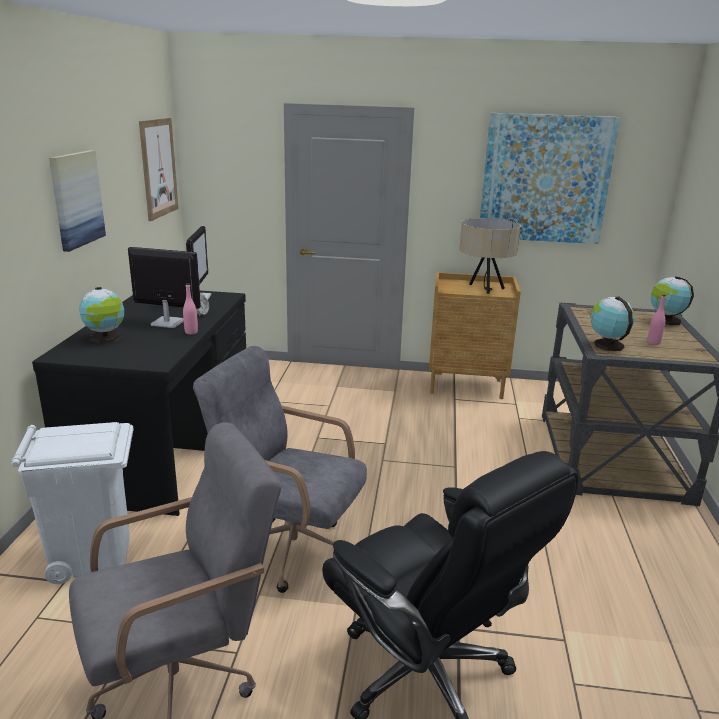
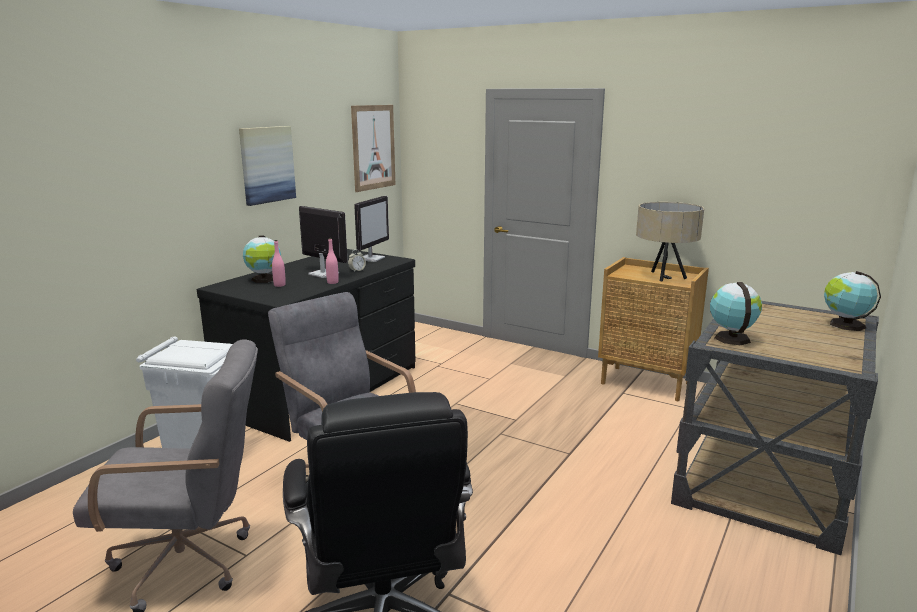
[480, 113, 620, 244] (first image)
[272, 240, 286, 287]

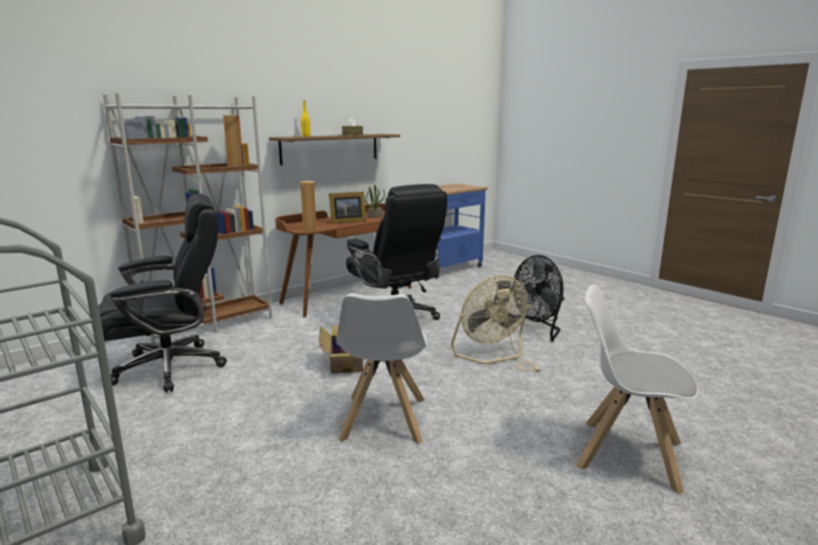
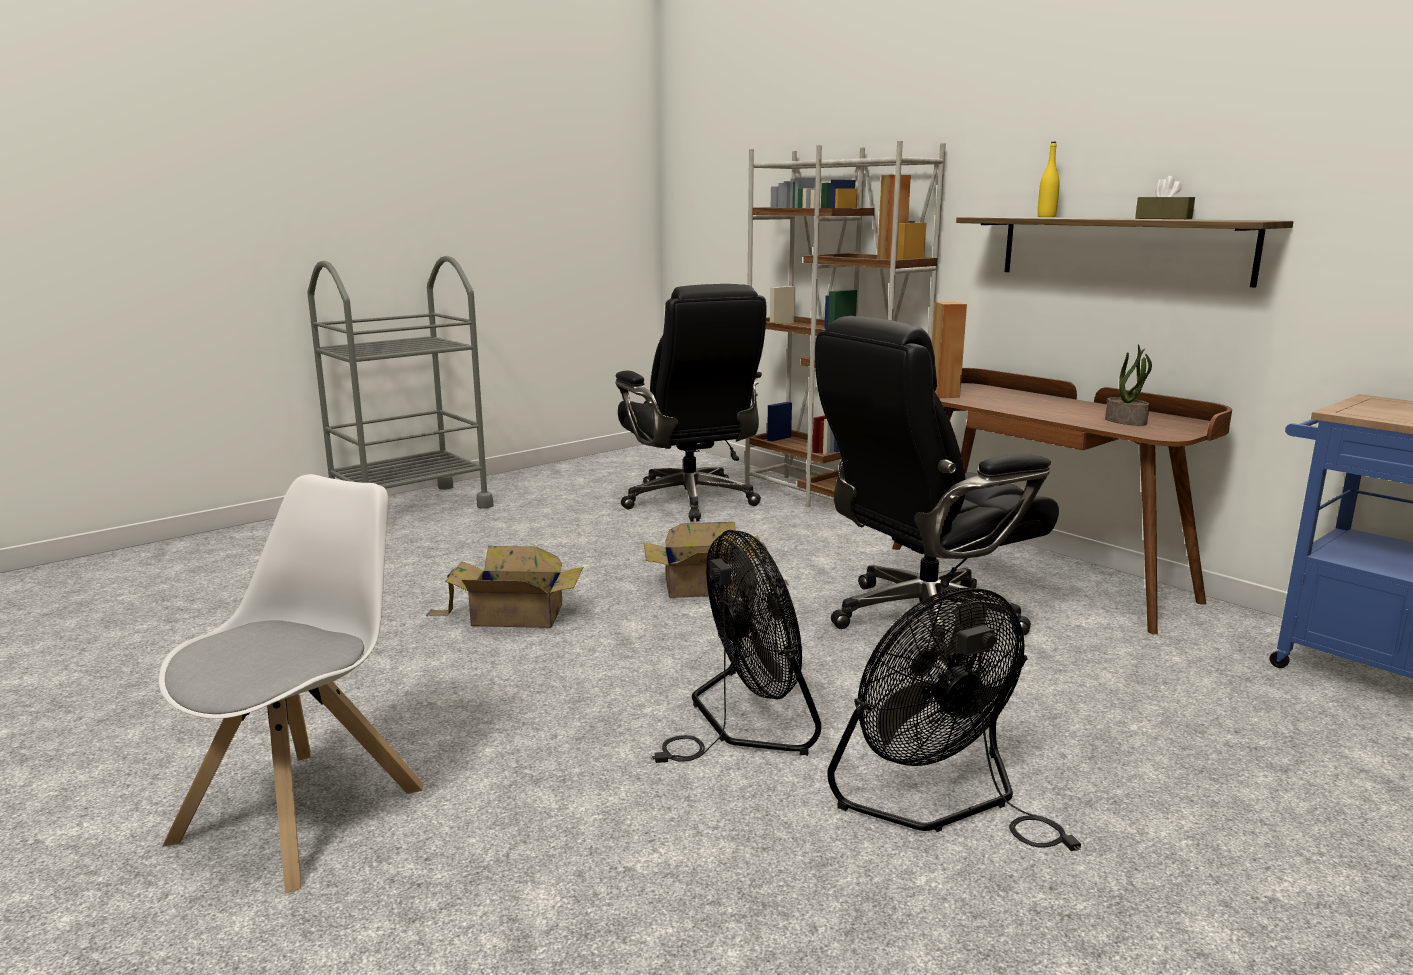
[329, 192, 366, 224] (first image)
[426, 546, 584, 628]
[651, 530, 821, 763]

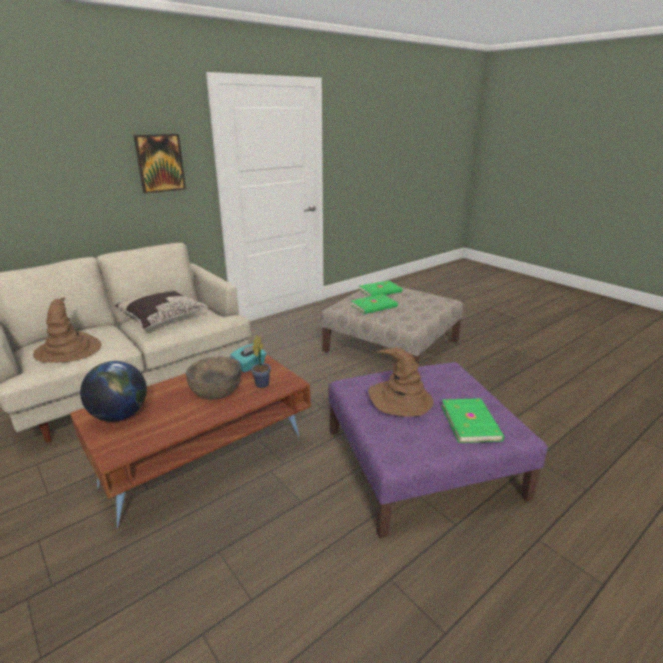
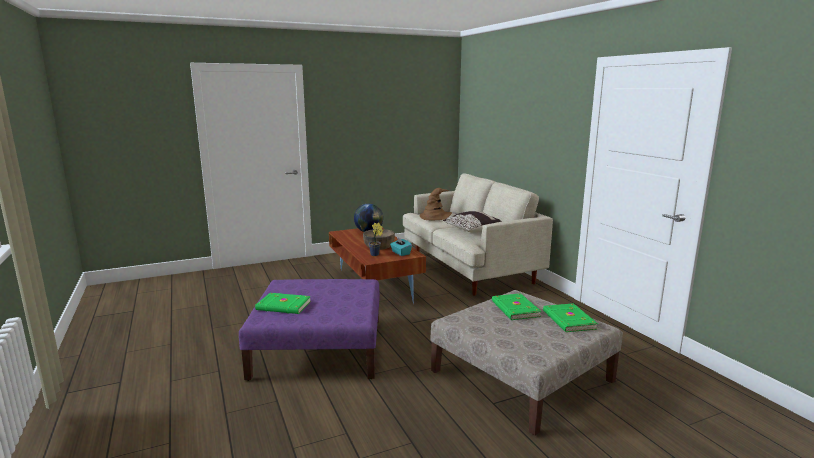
[134, 134, 186, 194] (first image)
[368, 347, 434, 417] (first image)

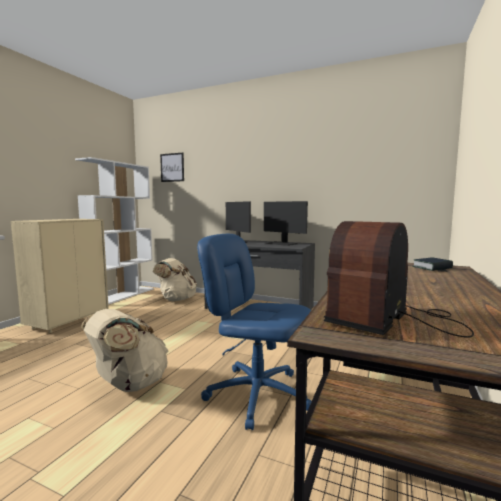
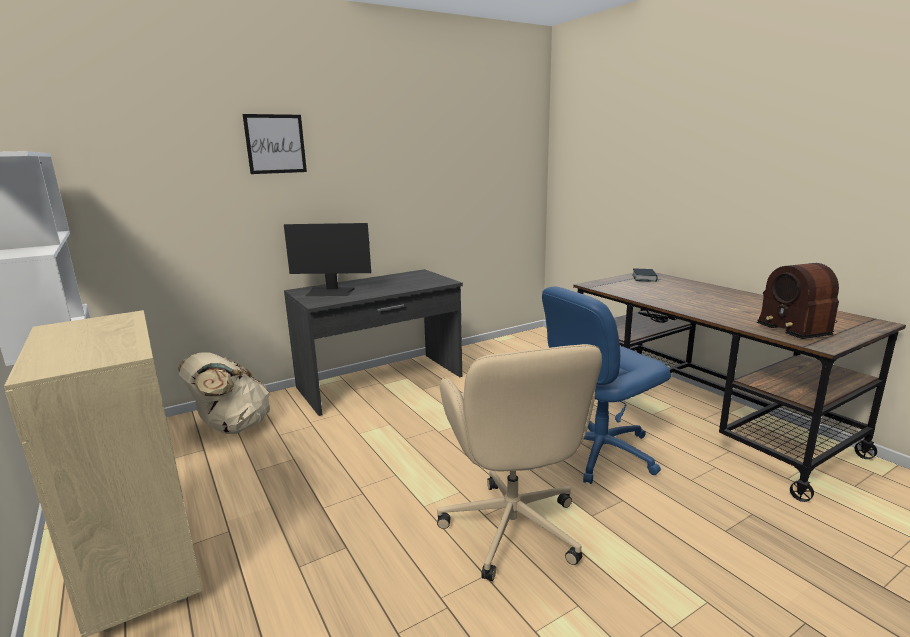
[437, 344, 602, 581]
[243, 114, 307, 174]
[264, 201, 308, 246] (first image)

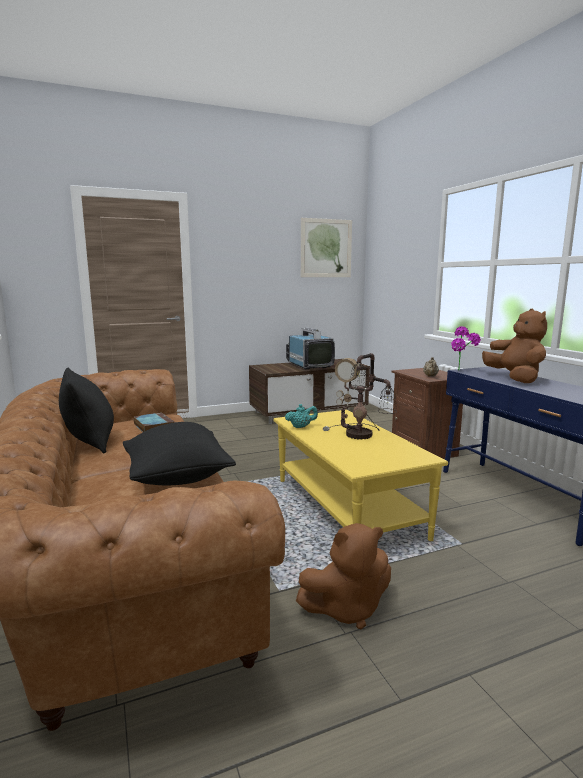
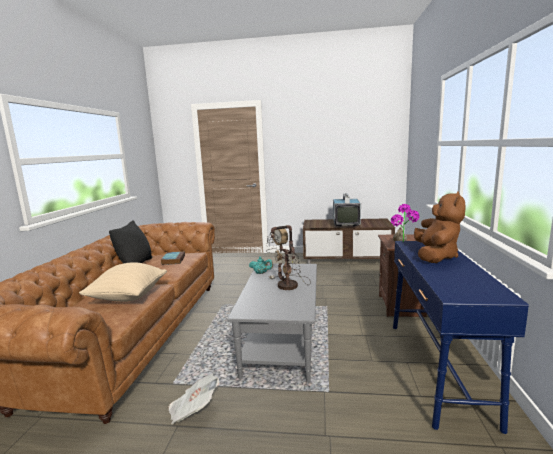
[79, 262, 167, 302]
[227, 264, 317, 382]
[169, 374, 219, 424]
[301, 218, 352, 277] (first image)

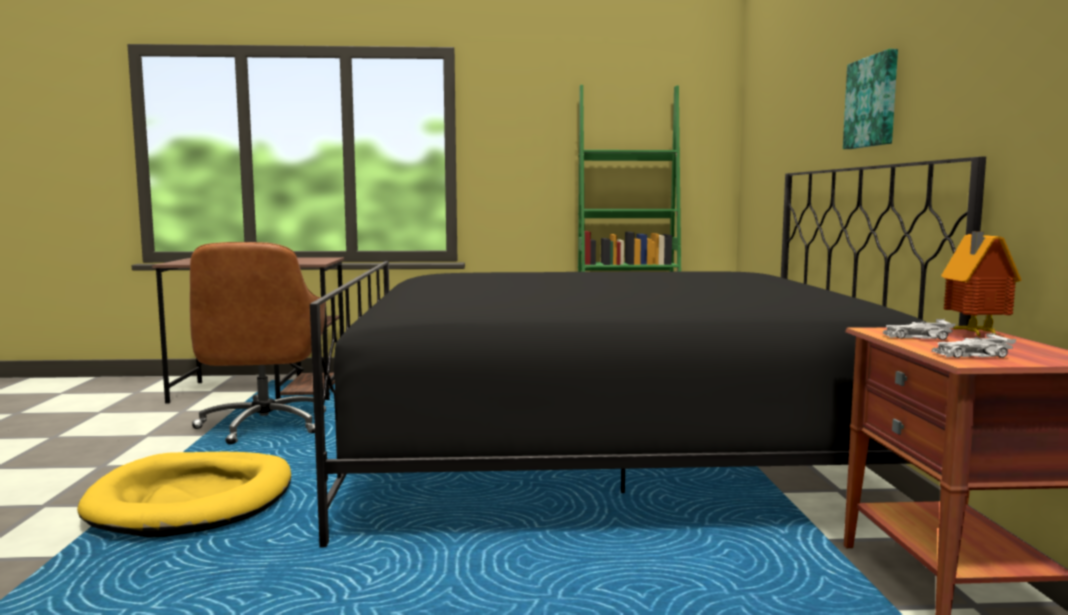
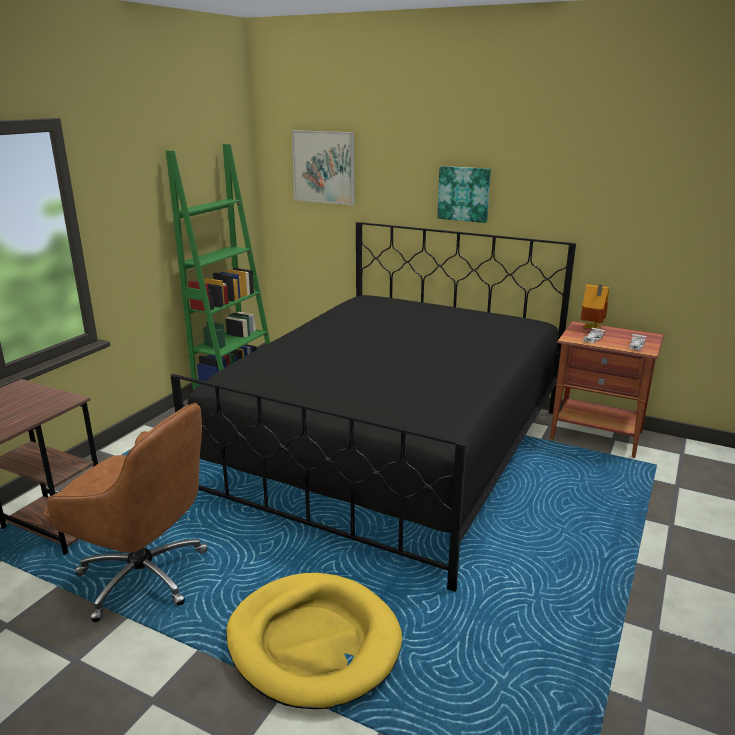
[292, 130, 355, 205]

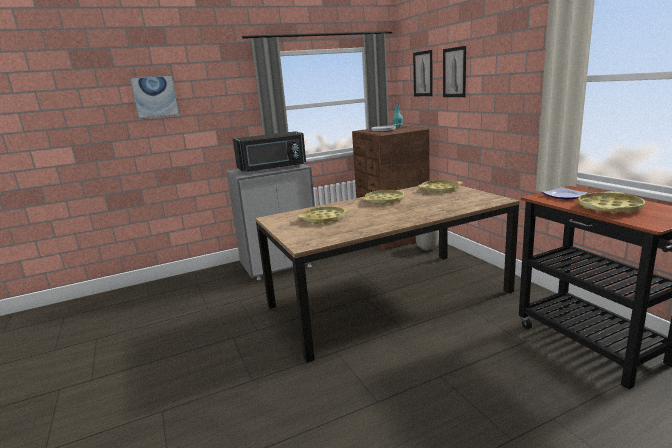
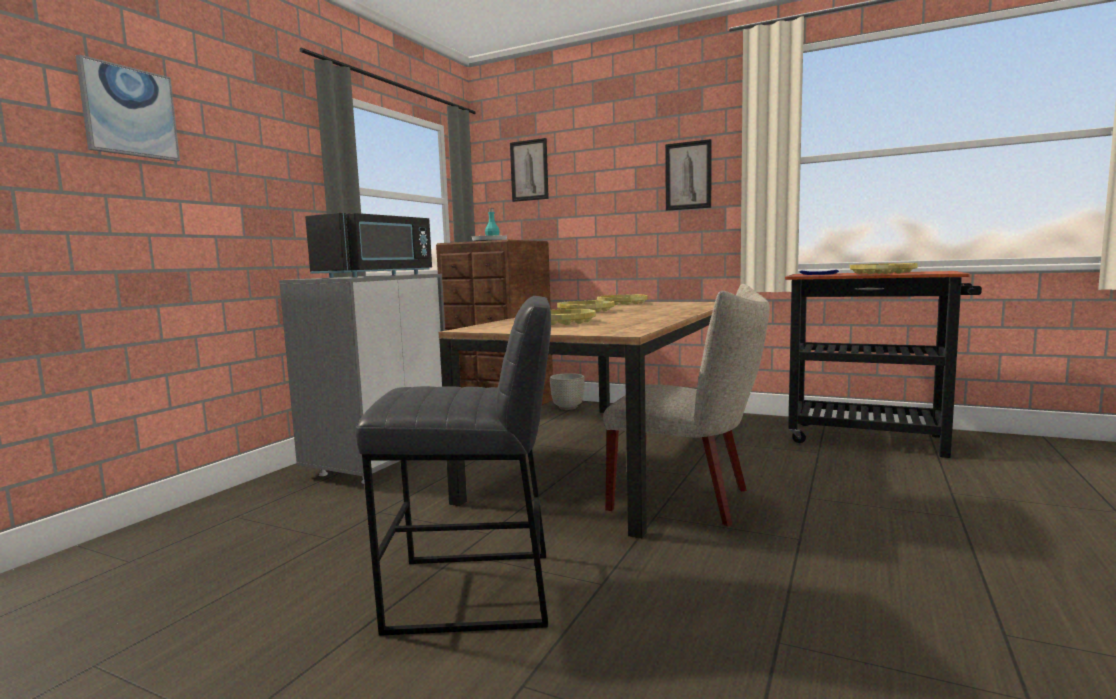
[665, 139, 712, 211]
[356, 296, 551, 636]
[603, 284, 770, 526]

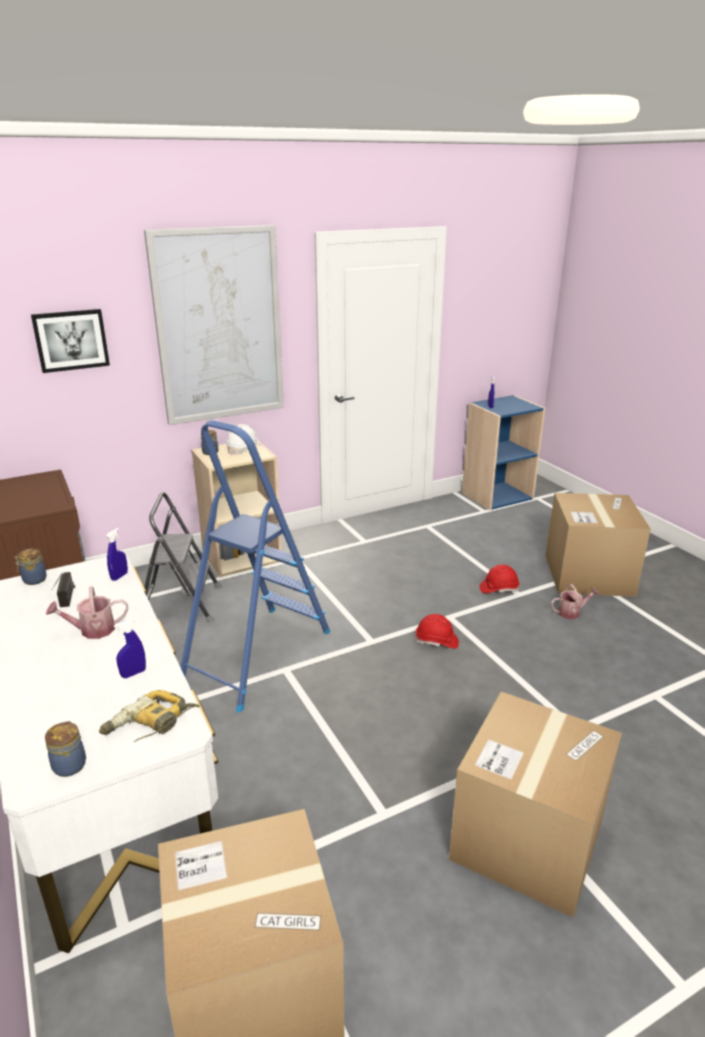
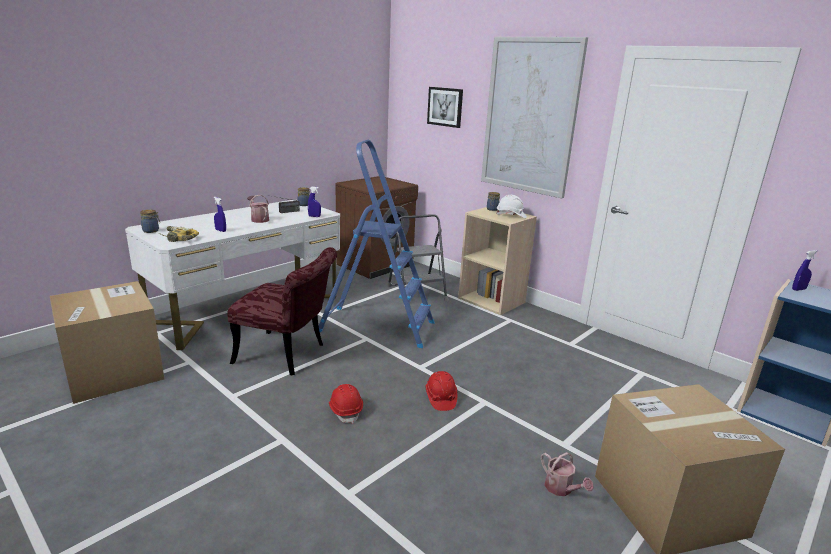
[449, 692, 622, 917] (first image)
[329, 384, 363, 424]
[227, 247, 337, 376]

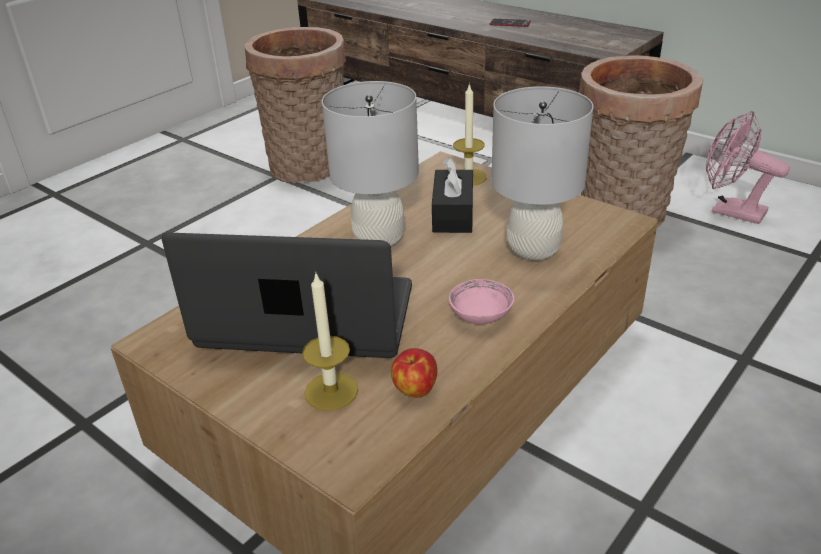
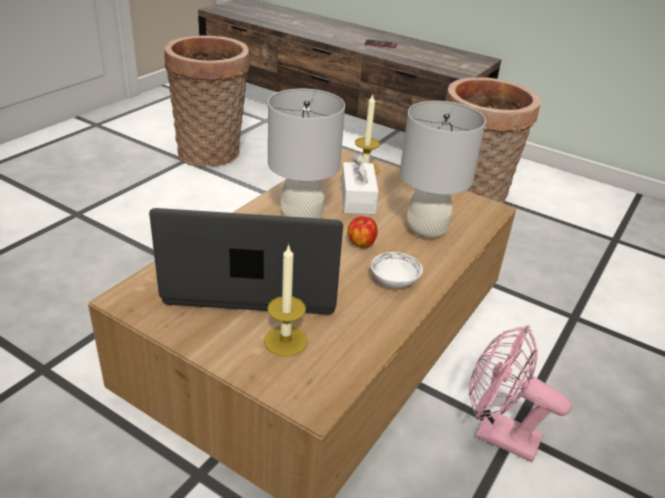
[348, 216, 378, 248]
[341, 153, 378, 214]
[371, 252, 423, 288]
[469, 325, 572, 462]

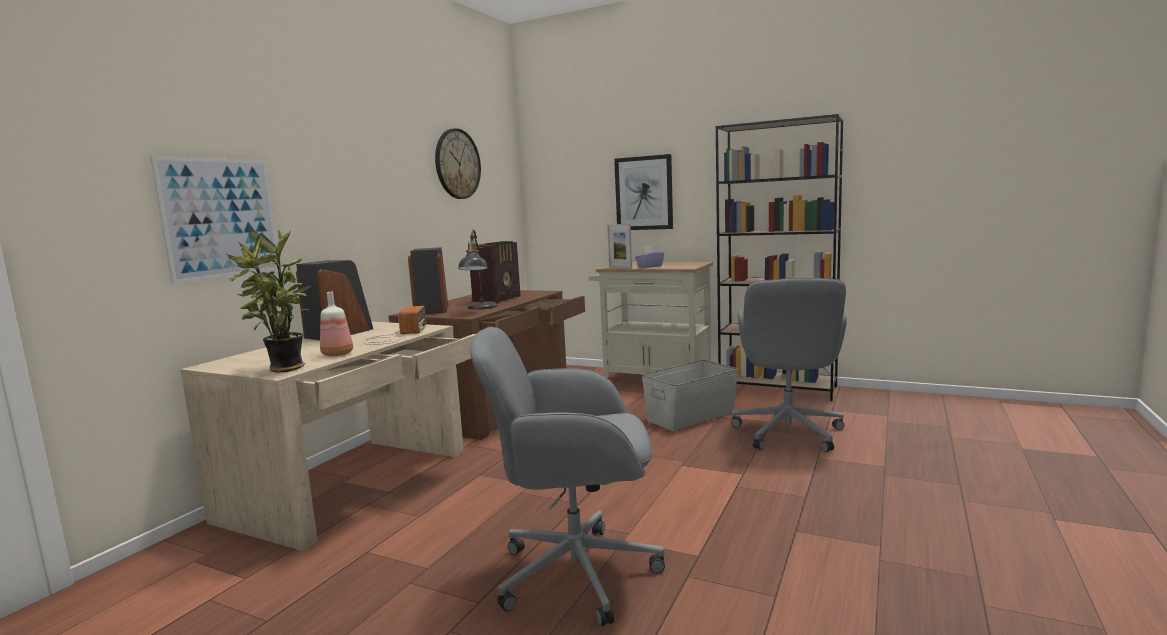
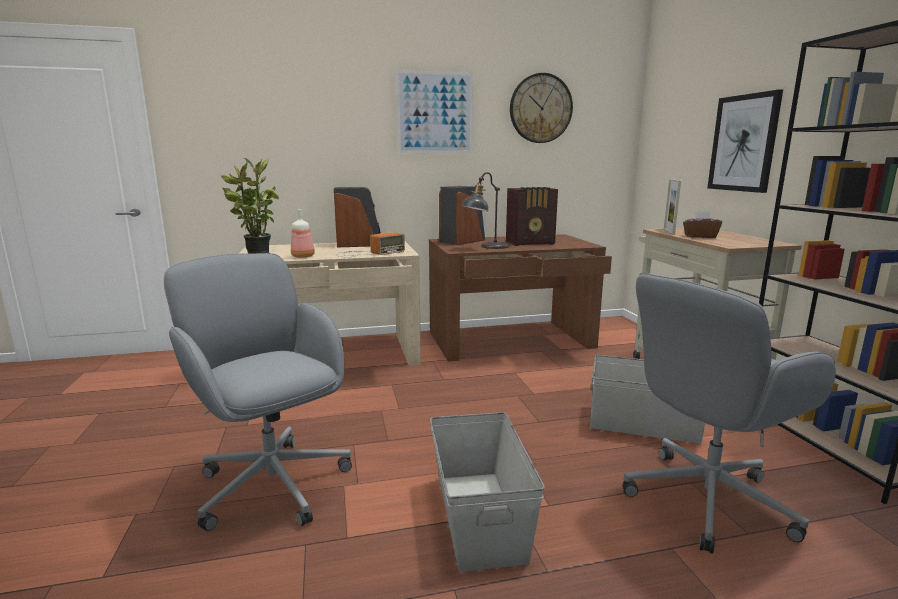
[396, 70, 473, 153]
[683, 211, 722, 238]
[430, 412, 545, 572]

